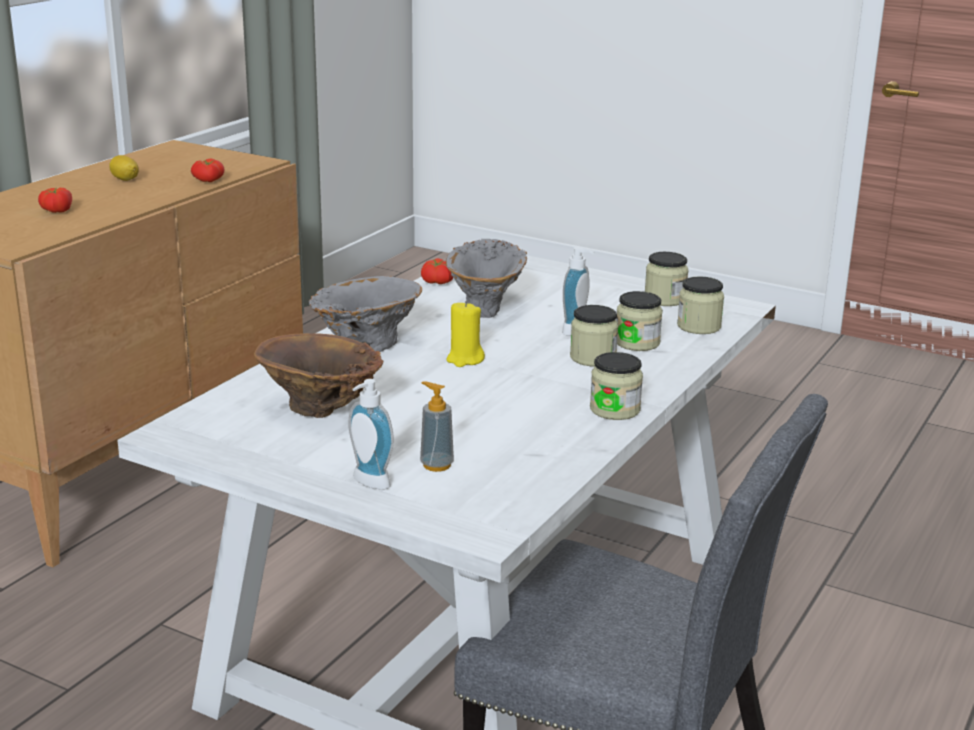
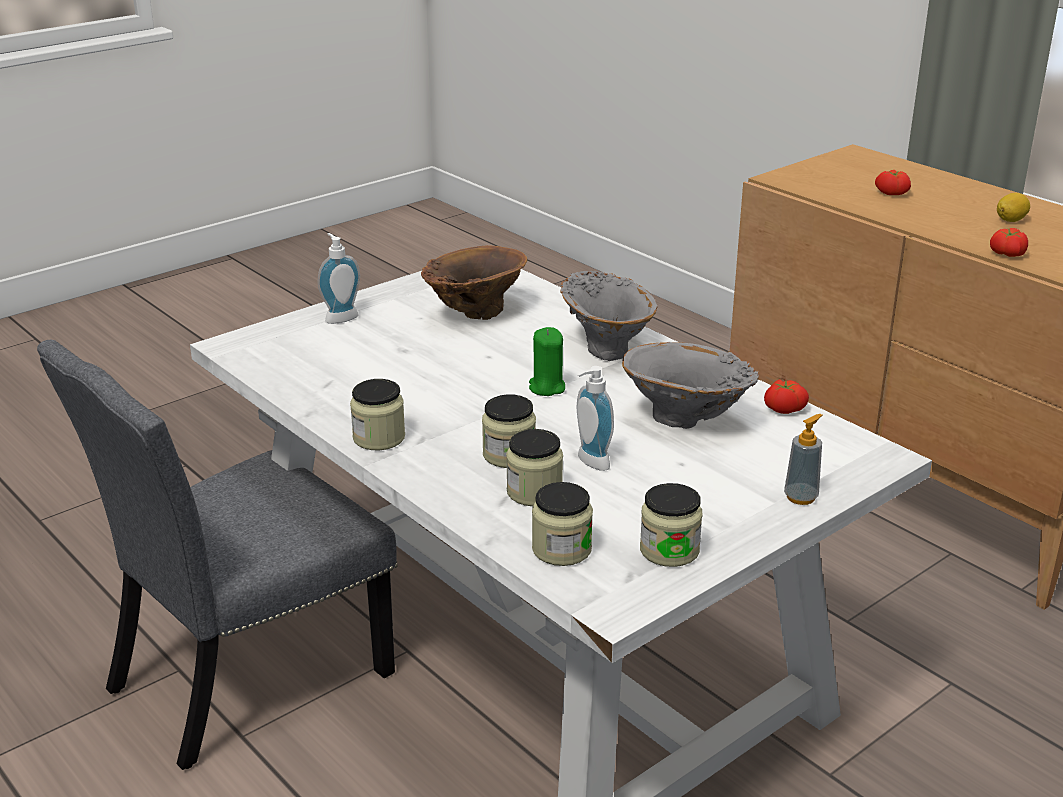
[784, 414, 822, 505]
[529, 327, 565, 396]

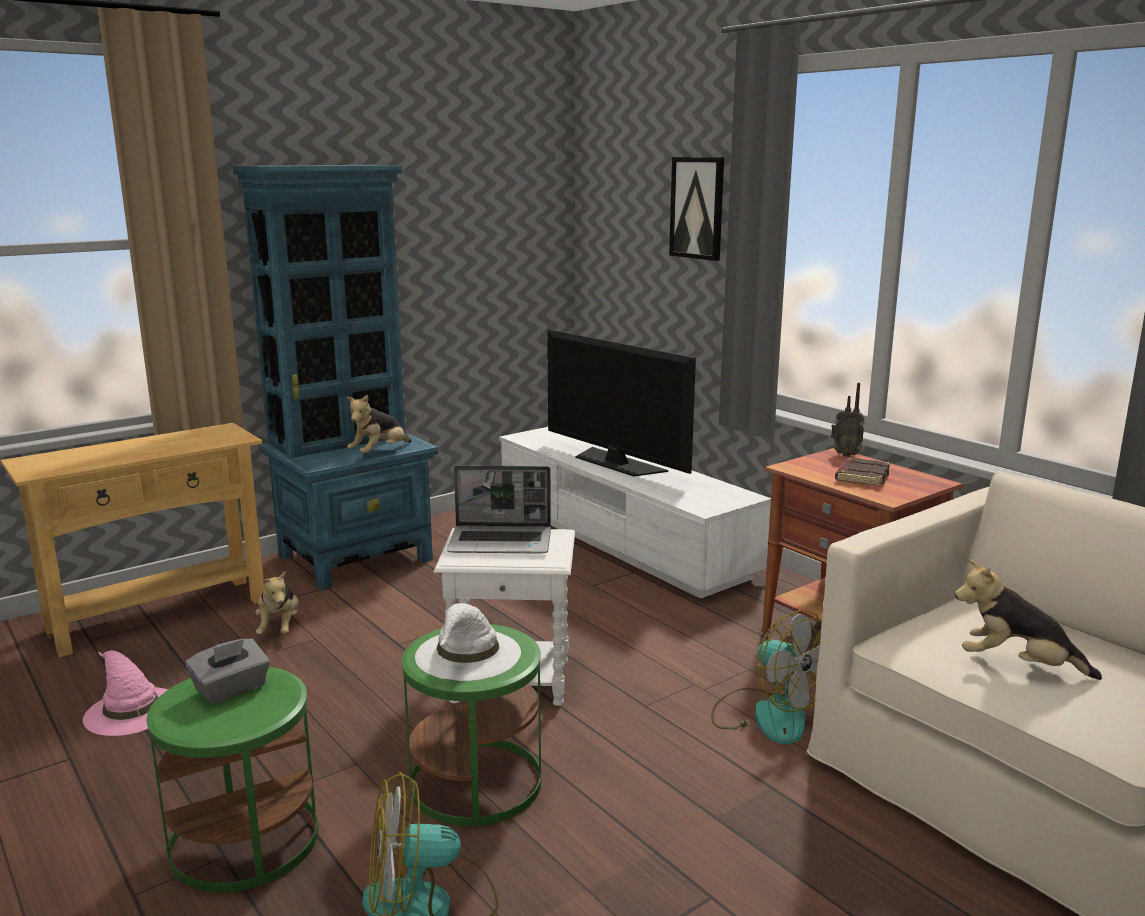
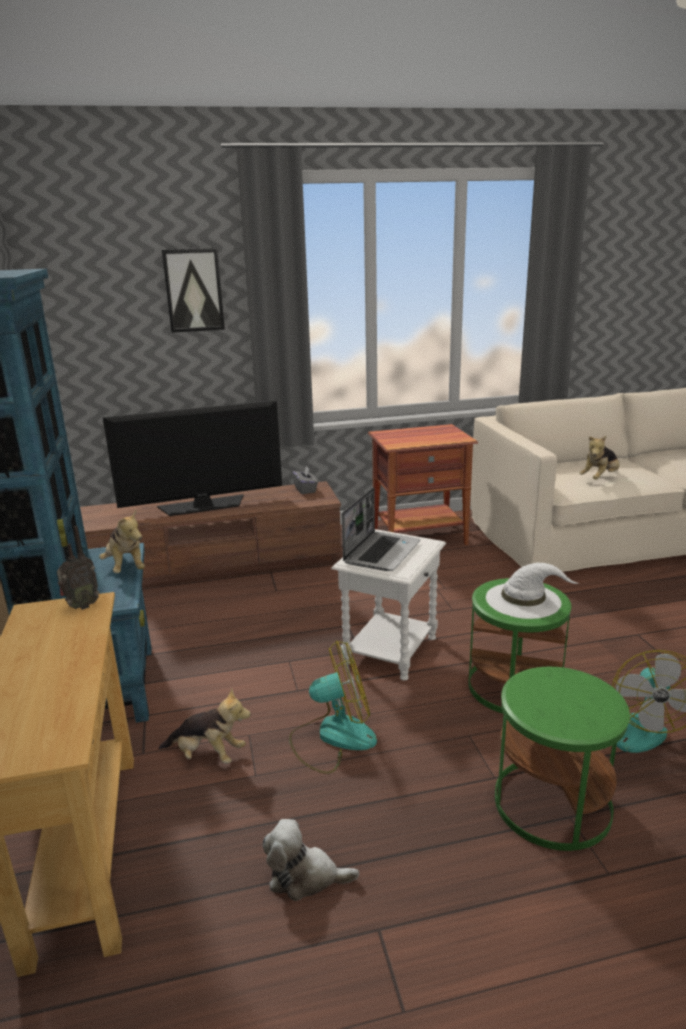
[263, 819, 359, 901]
[292, 465, 318, 494]
[80, 481, 341, 585]
[289, 641, 377, 774]
[57, 526, 100, 610]
[835, 457, 890, 487] (first image)

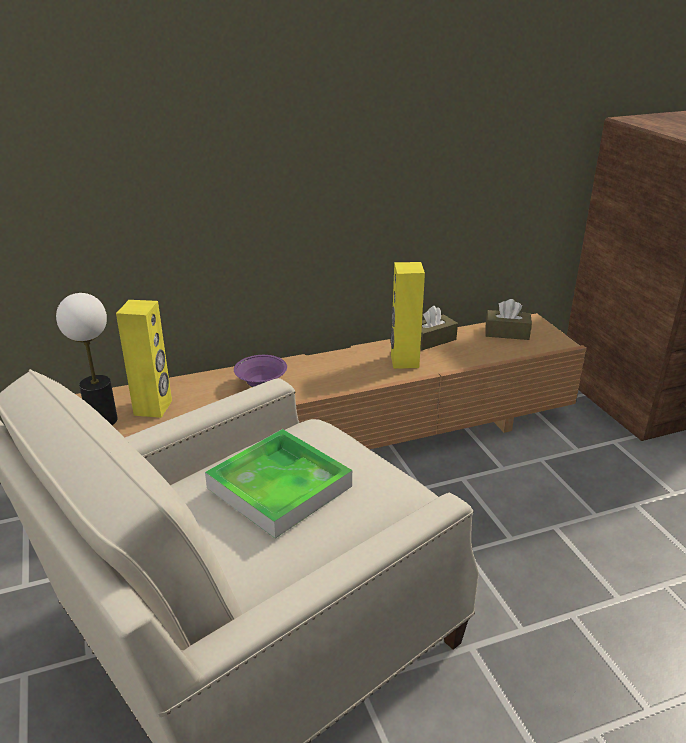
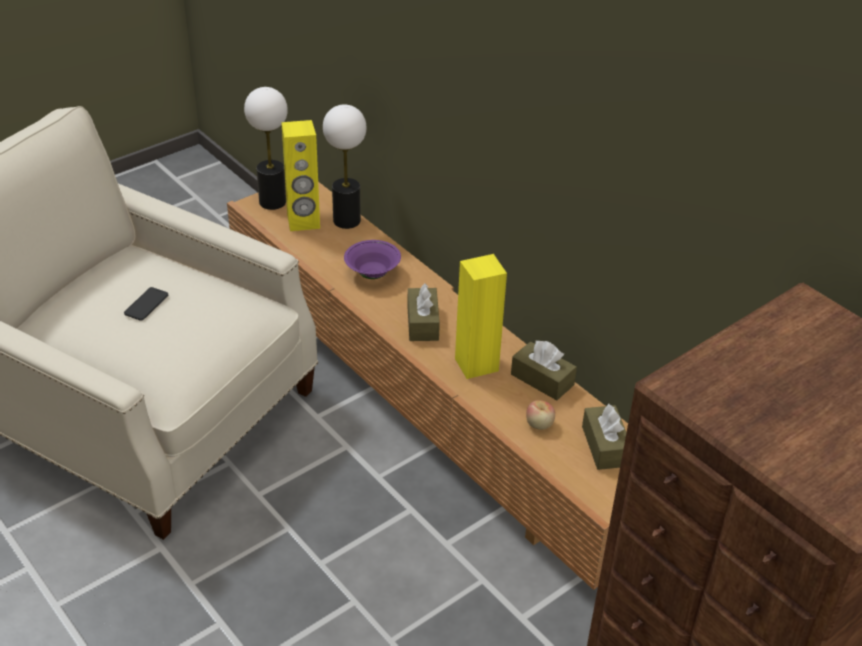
[124, 287, 168, 320]
[323, 104, 367, 229]
[407, 283, 440, 341]
[526, 400, 555, 430]

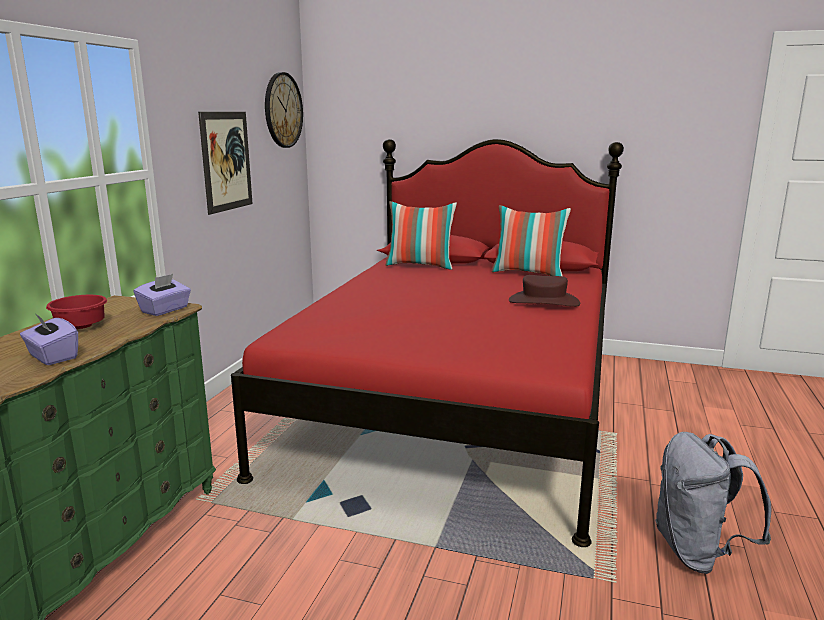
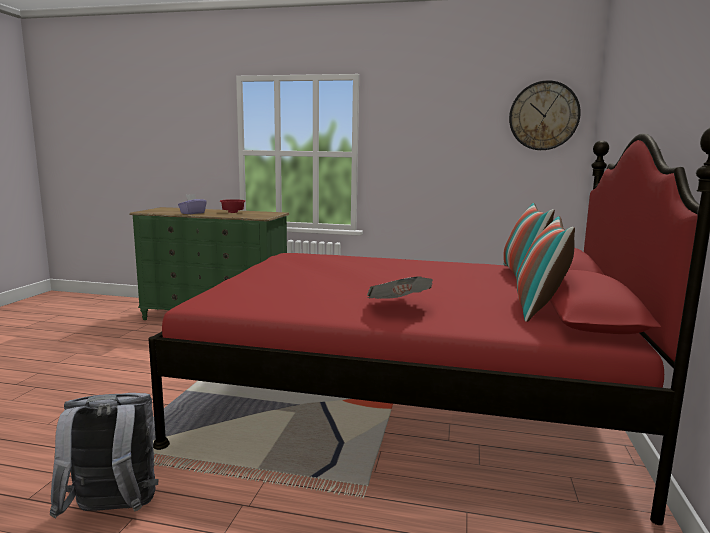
[134, 274, 191, 316] (first image)
[198, 112, 253, 215] (first image)
[367, 276, 433, 299]

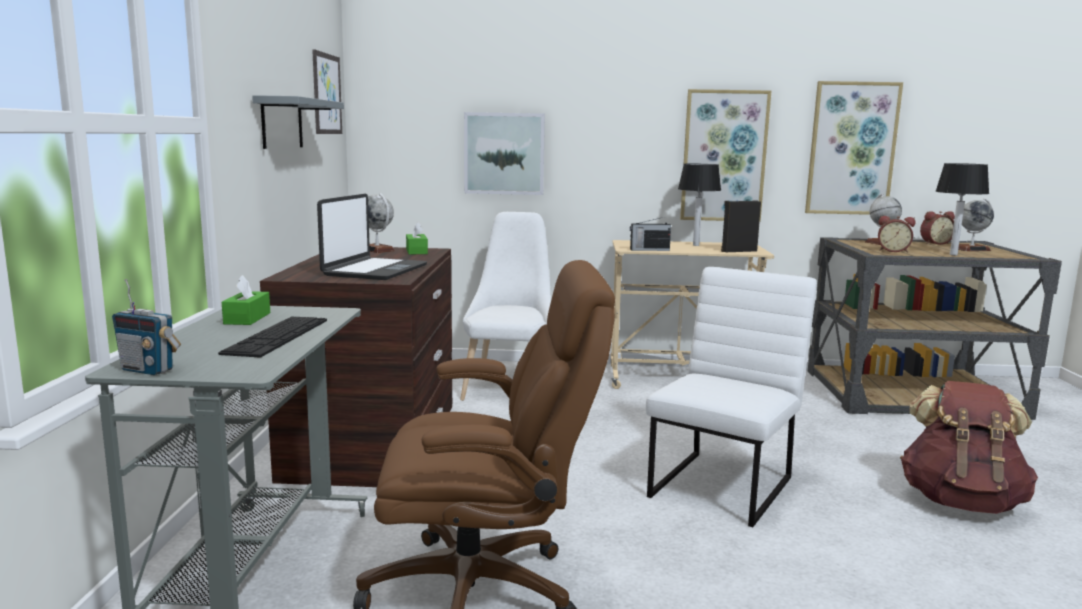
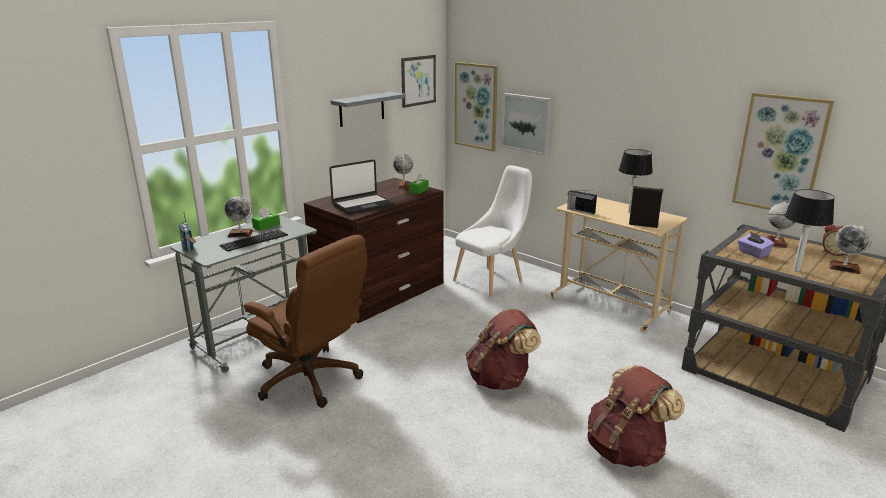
[466, 309, 541, 390]
[455, 62, 498, 151]
[738, 231, 774, 258]
[224, 195, 253, 237]

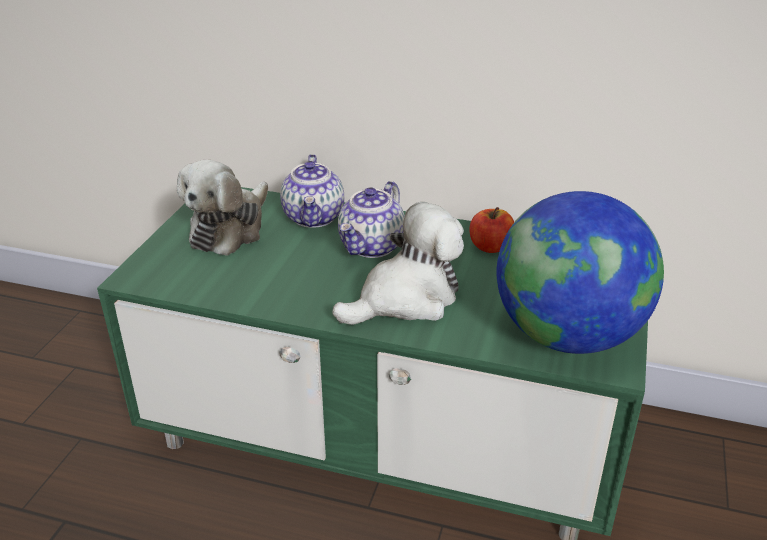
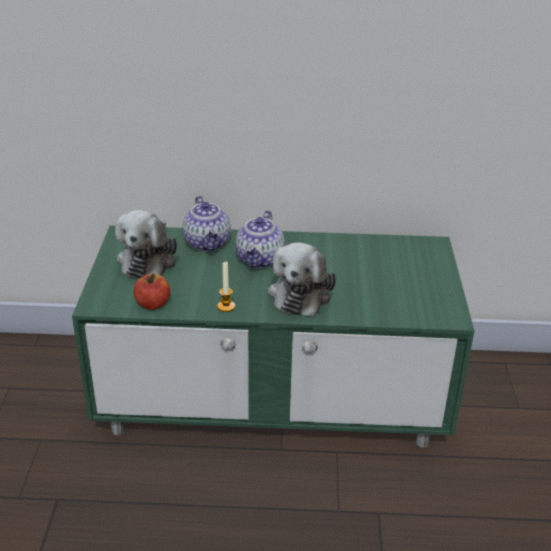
[268, 242, 336, 317]
[134, 273, 170, 310]
[496, 191, 664, 354] (first image)
[217, 262, 235, 312]

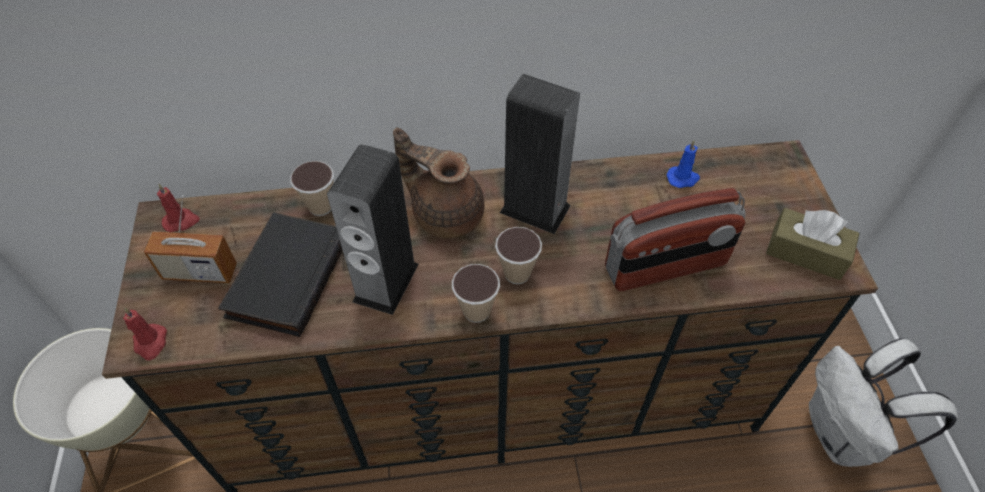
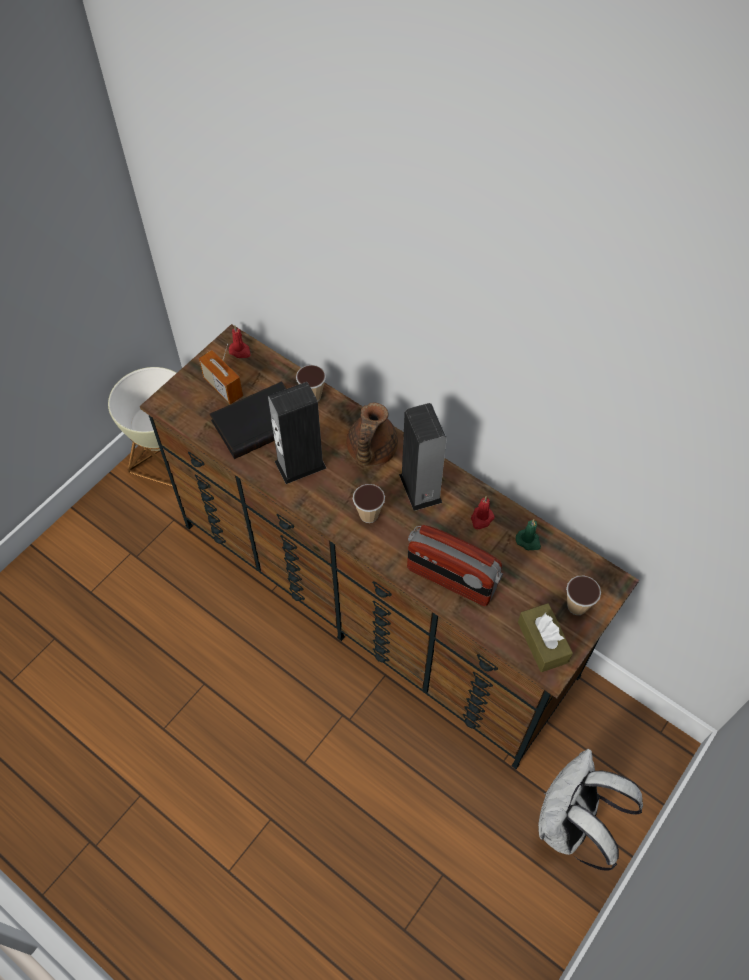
[471, 496, 494, 529]
[346, 403, 398, 466]
[566, 575, 601, 615]
[516, 519, 541, 550]

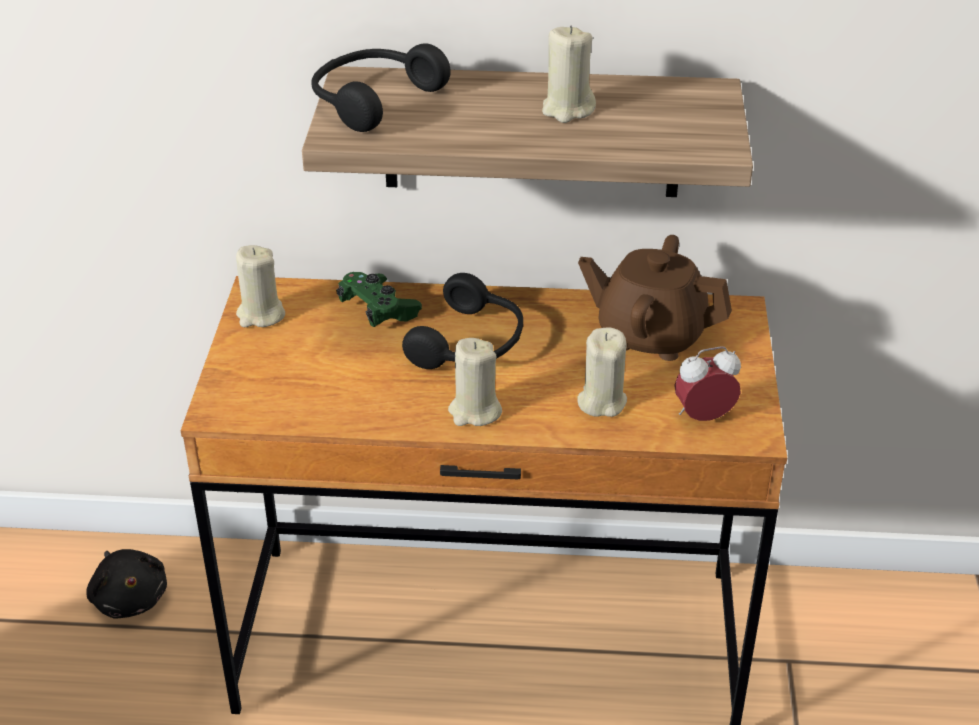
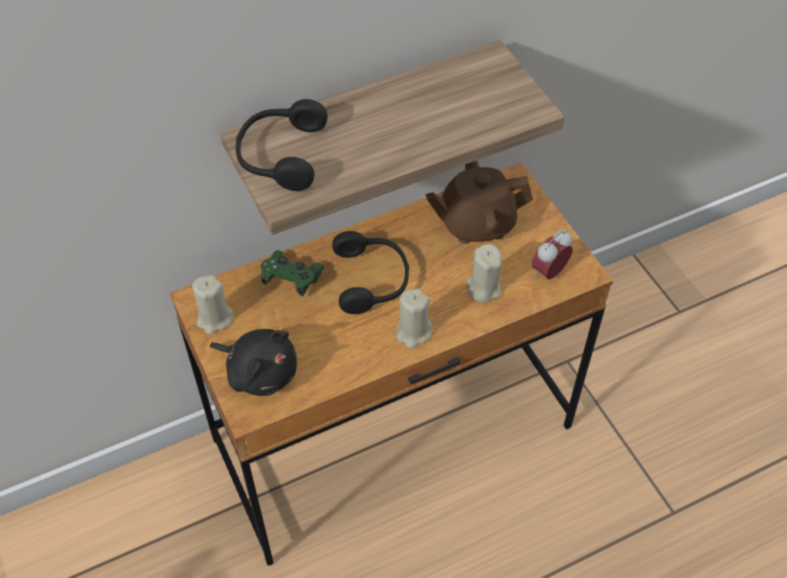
[210, 329, 297, 396]
[542, 26, 596, 123] (first image)

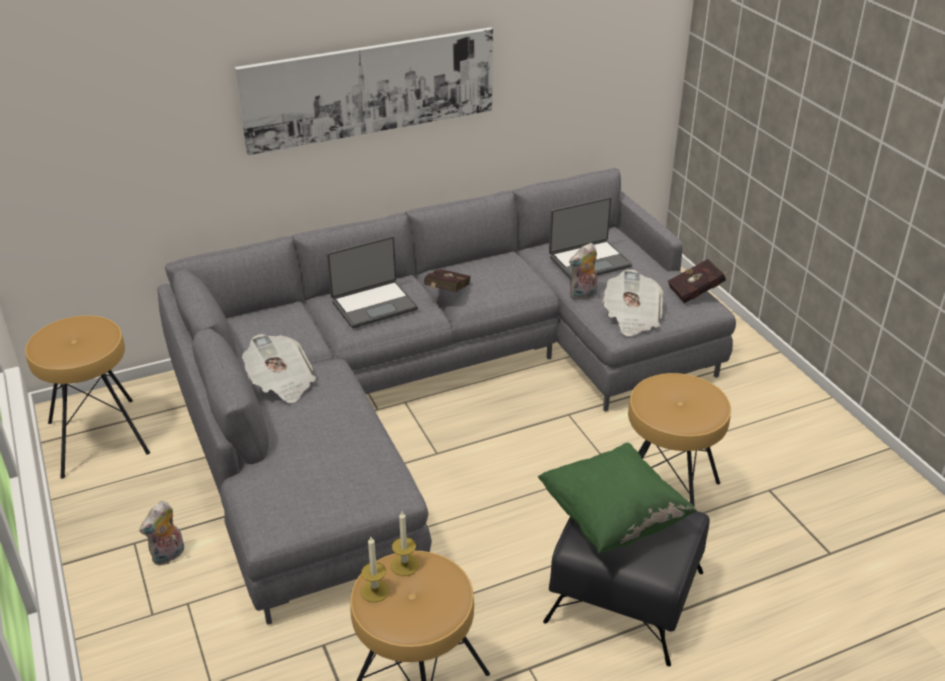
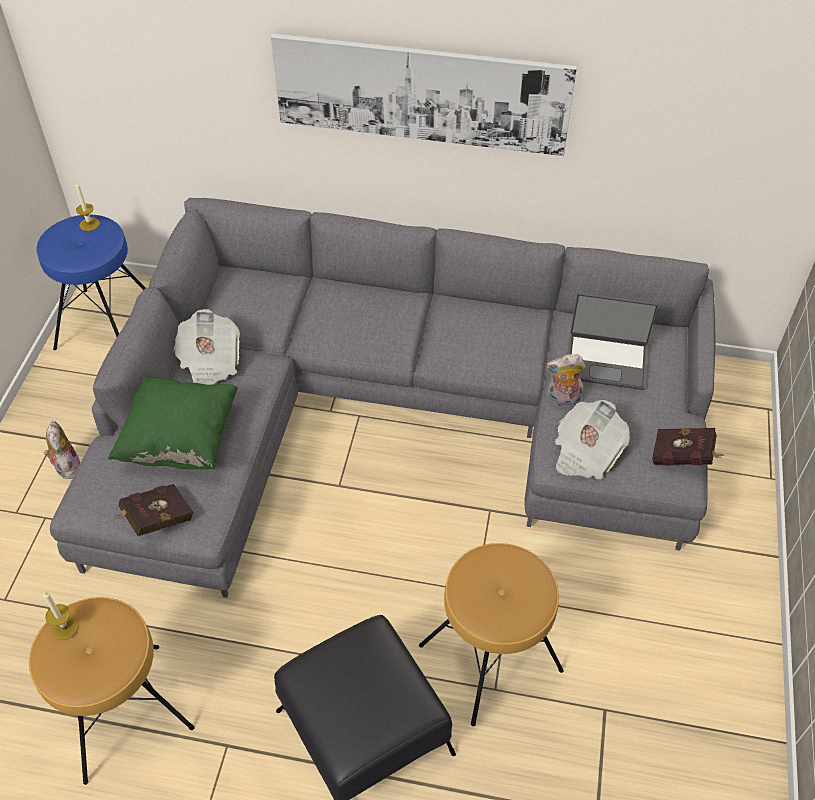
[37, 214, 145, 350]
[44, 421, 80, 479]
[327, 236, 418, 328] (first image)
[75, 182, 100, 231]
[114, 484, 194, 536]
[108, 376, 238, 469]

